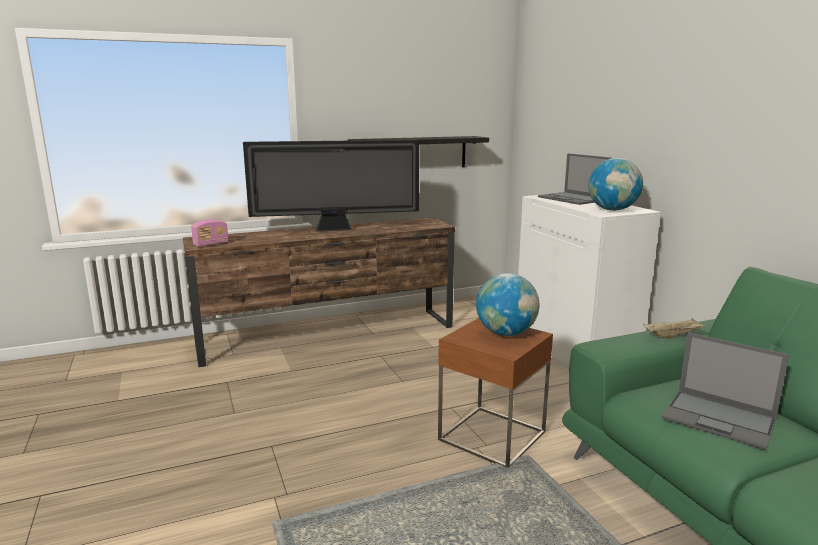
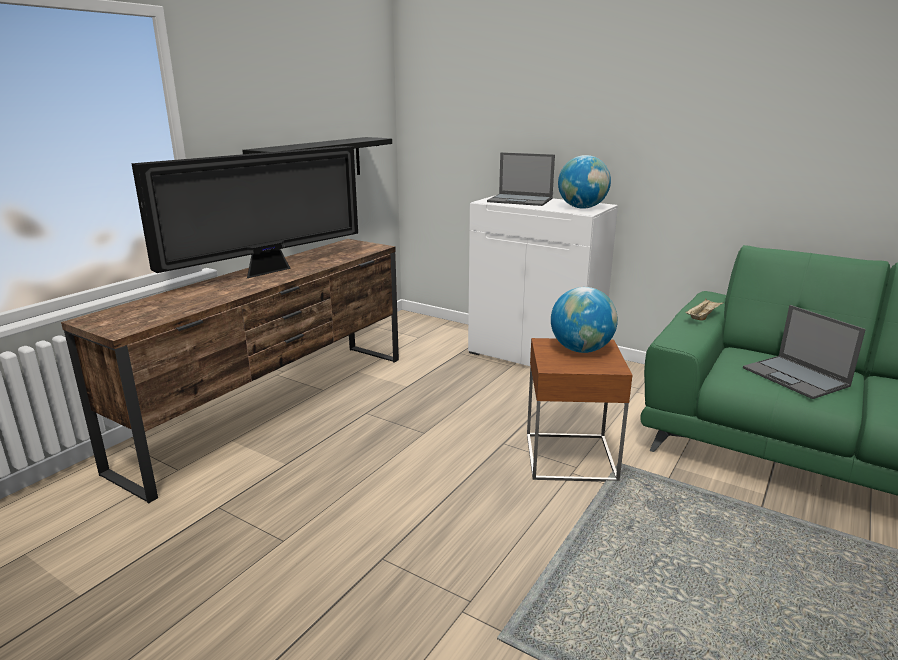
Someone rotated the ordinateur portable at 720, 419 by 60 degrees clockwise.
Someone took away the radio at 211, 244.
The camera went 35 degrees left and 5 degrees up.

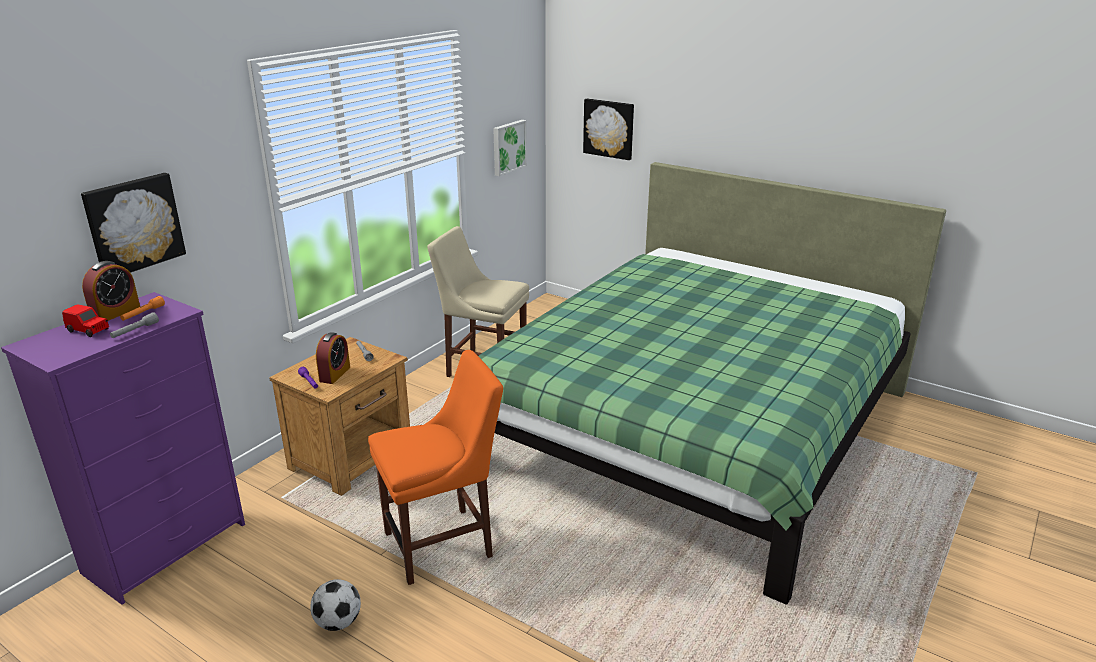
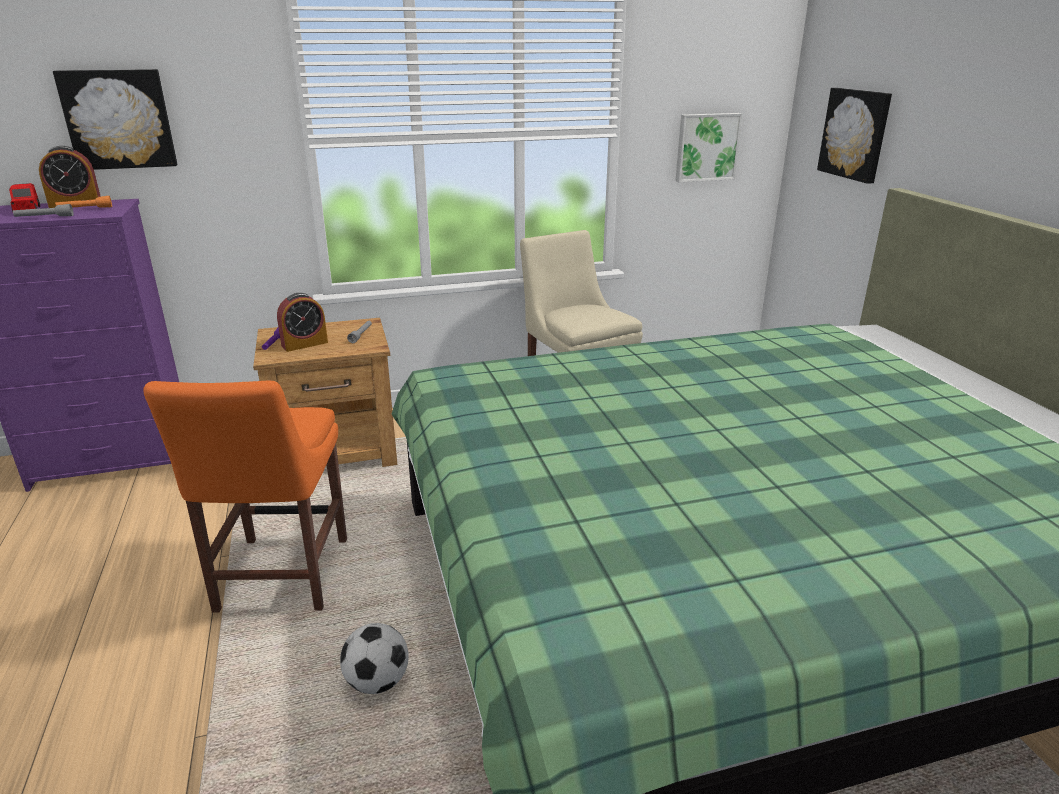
Someone rotated the chaise [orange] at 444, 543 by 75 degrees clockwise.
Someone carried the ballon de foot from 338, 622 to 377, 682.
The camera went 40 degrees right and 0 degrees up.

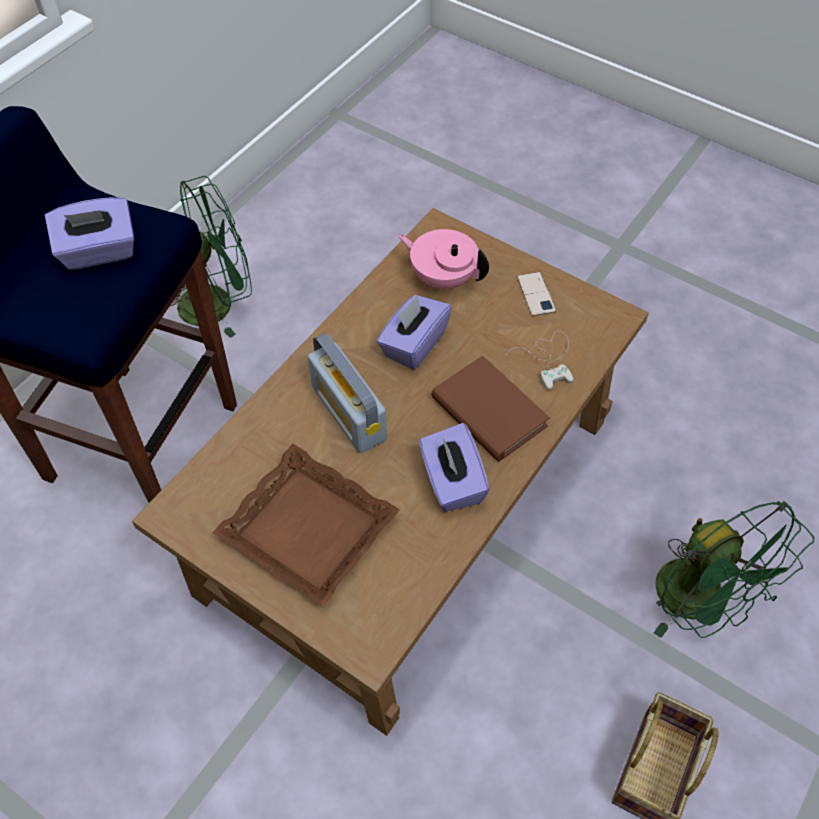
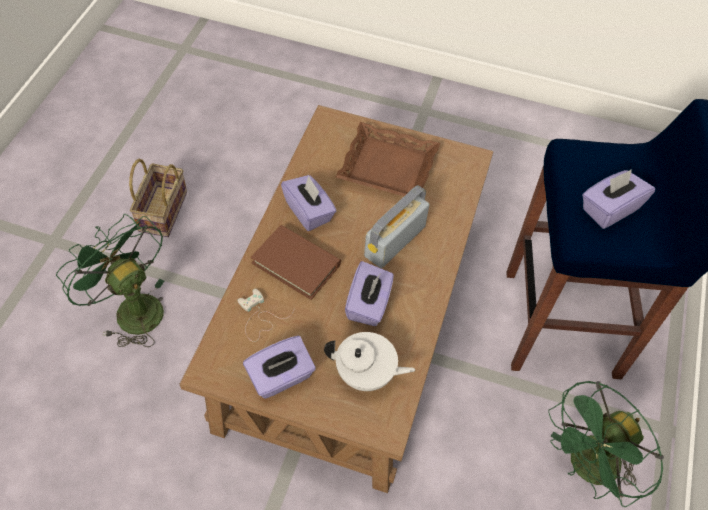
Someone swapped the téléphone at 536, 294 for the boîte à mouchoirs [violet] at 281, 377.
Someone repainted the théière [rose] at 442, 277, which became the théière [blanc] at 366, 374.
Someone rotated the radio at 348, 413 by 90 degrees counterclockwise.
The camera went 160 degrees right and 0 degrees up.

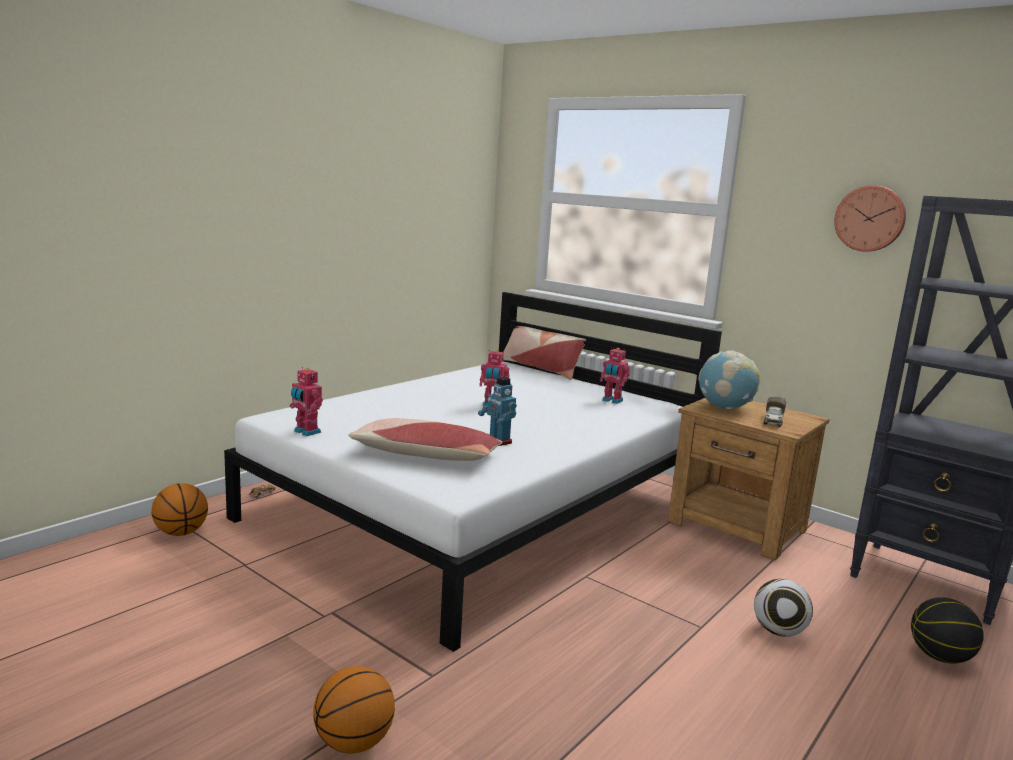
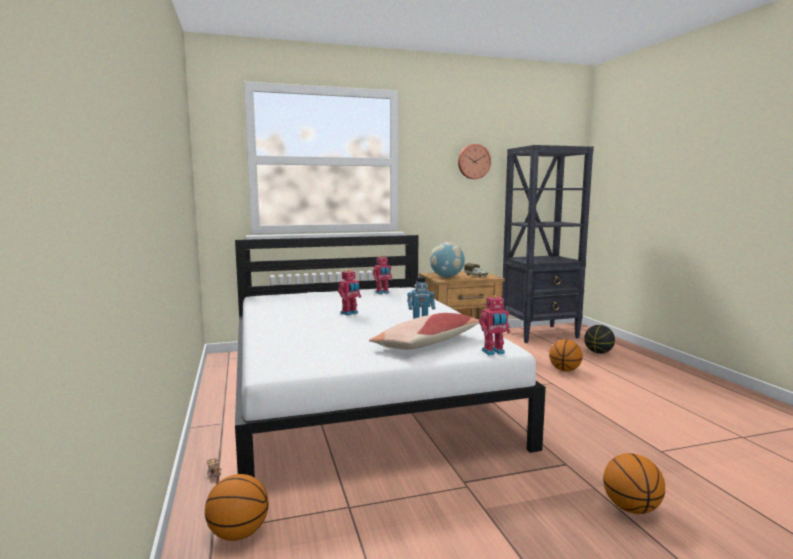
Someone carried the robot jouet from 306, 432 to 494, 352.
Someone swapped the ballon de foot at 779, 631 for the ballon de basket at 565, 370.
Someone took away the coussin at 540, 368.
The camera went 55 degrees left and 5 degrees down.

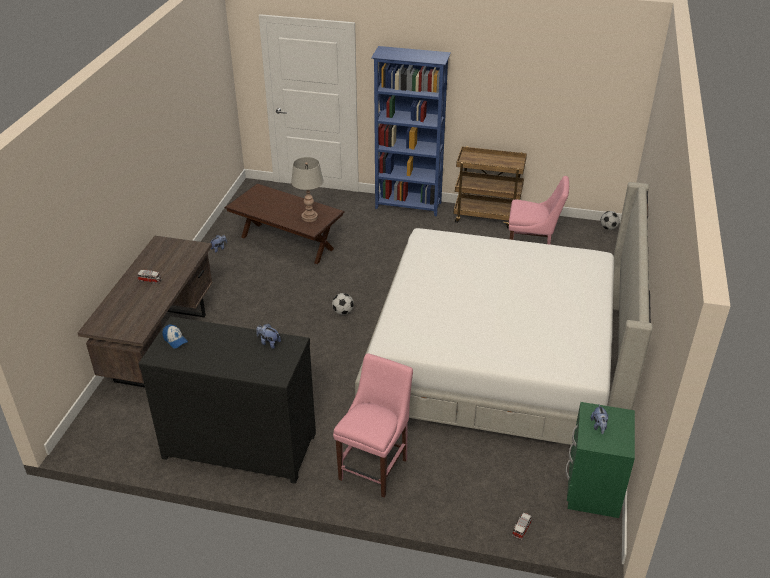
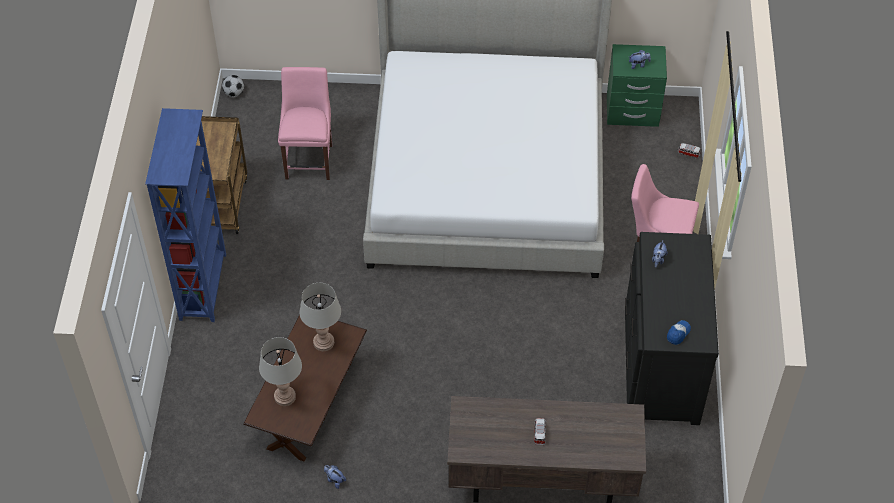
Someone put down the lampe de table [gris] at 285, 397.
Someone took away the ballon de foot at 343, 312.
The camera went 100 degrees left and 15 degrees up.

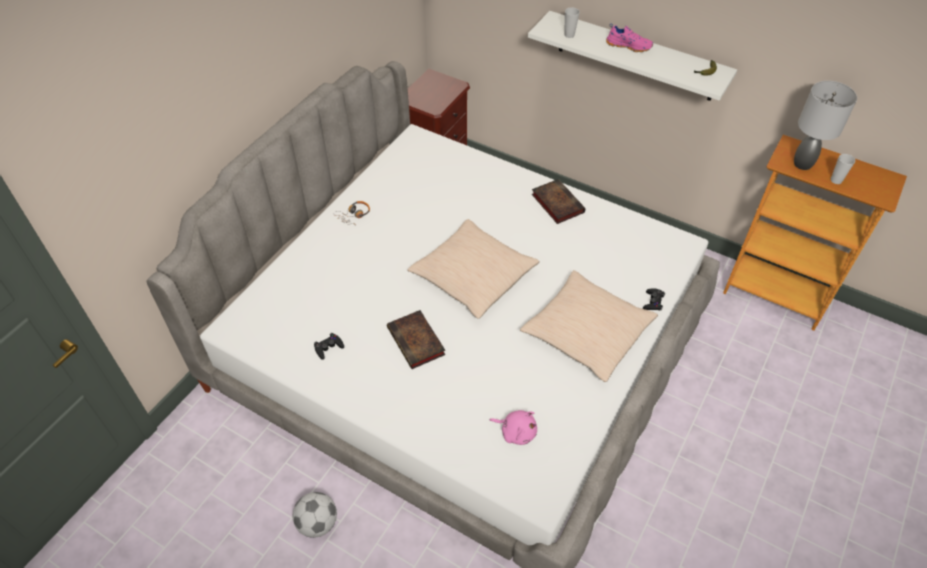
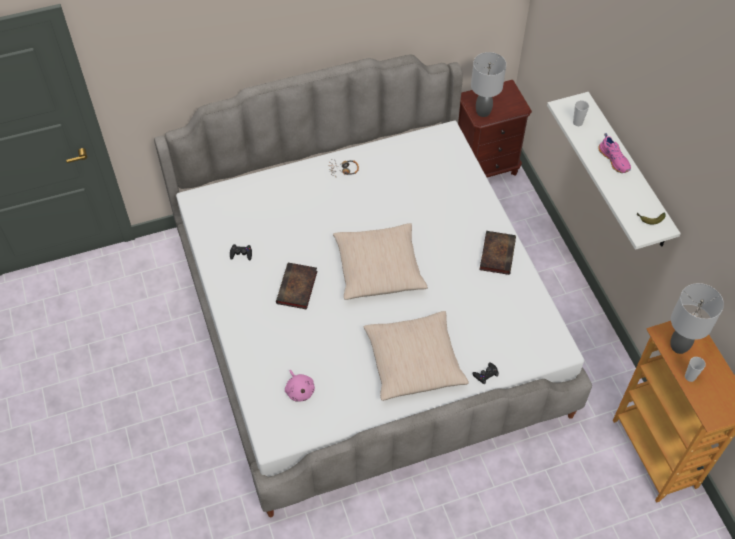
Someone put down the lampe de table [gris] at 482, 112.
Someone took away the ballon de foot at 317, 523.
The camera went 40 degrees right and 5 degrees up.

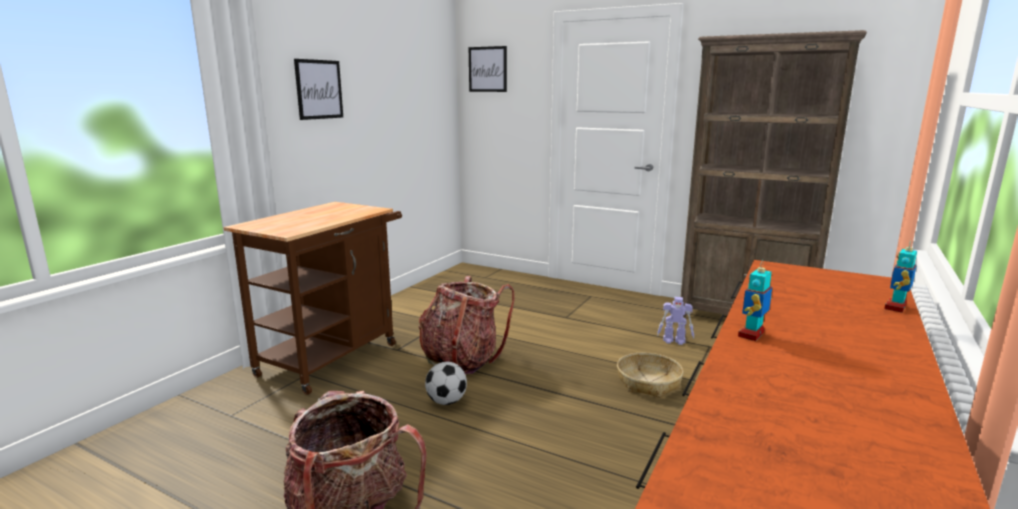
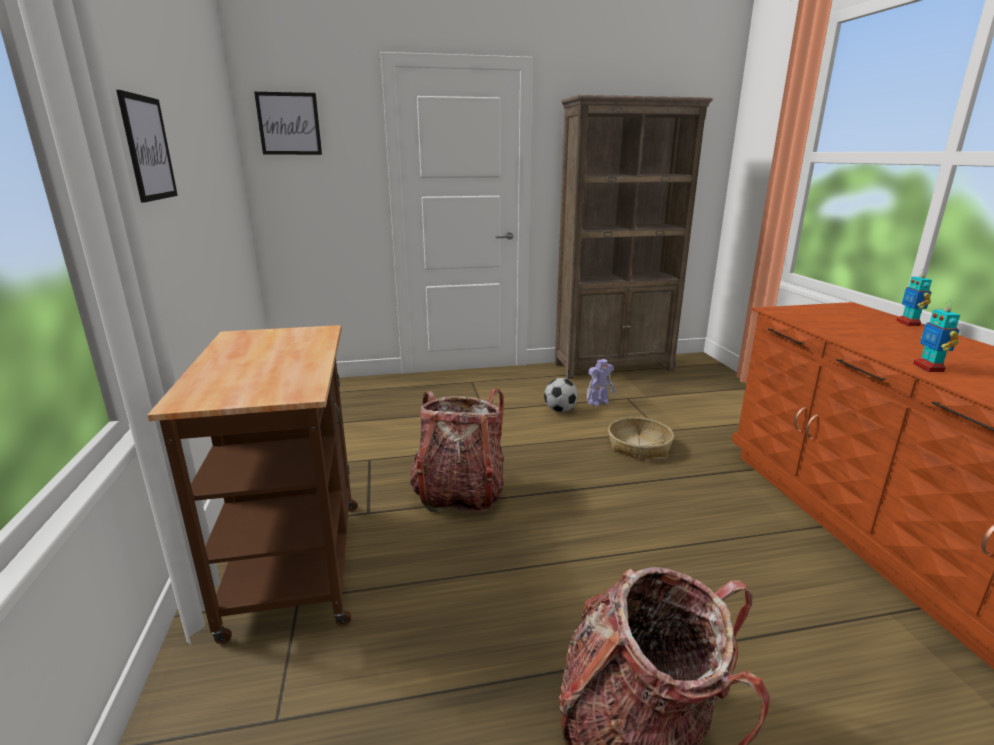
Someone carried the ballon de foot from 446, 401 to 560, 410.
The camera went 40 degrees left and 5 degrees up.

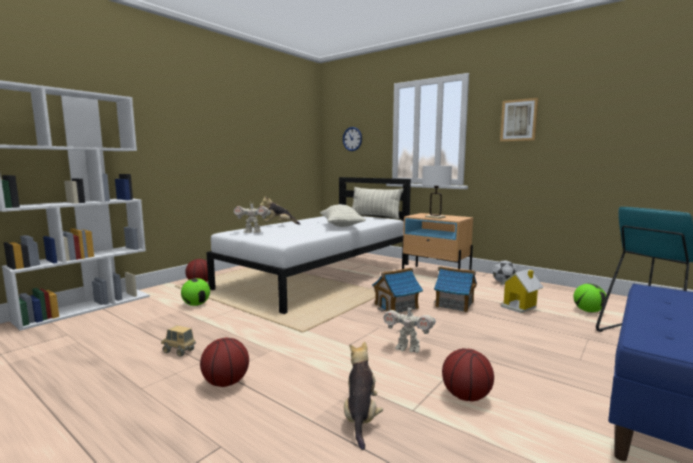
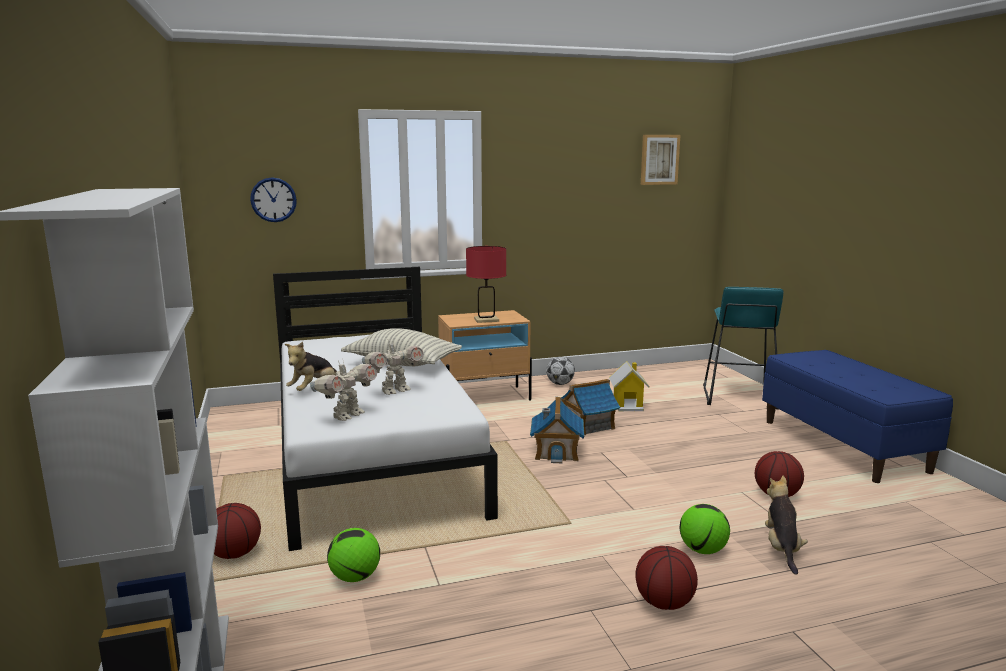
Someone carried the robot jouet from 408, 348 to 394, 391.
Someone repainted the lampe de table [blanc] at 435, 217, which became the lampe de table [rouge] at 486, 320.
Someone carried the tableau from 519, 120 to 659, 159.
Someone carried the ballon de foot from 588, 311 to 703, 550.
Someone rotated the peluche at 361, 417 by 60 degrees clockwise.
Someone took away the camion jouet at 179, 351.
Someone took away the coussin at 375, 217.
The camera went 55 degrees left and 5 degrees up.

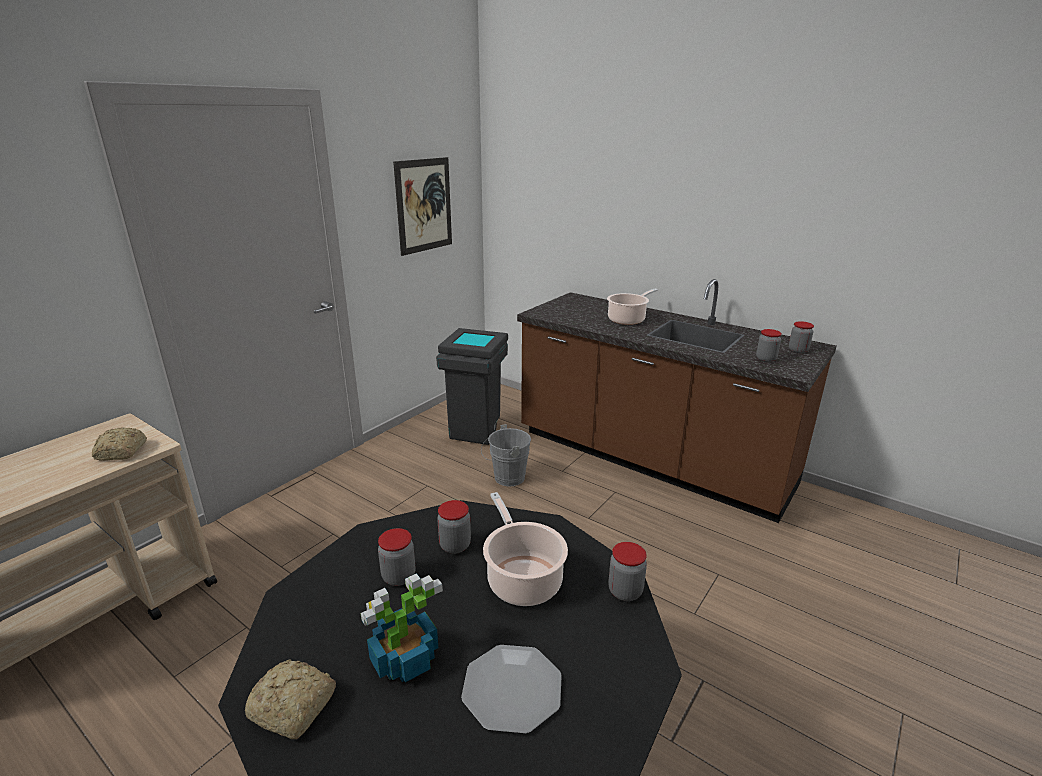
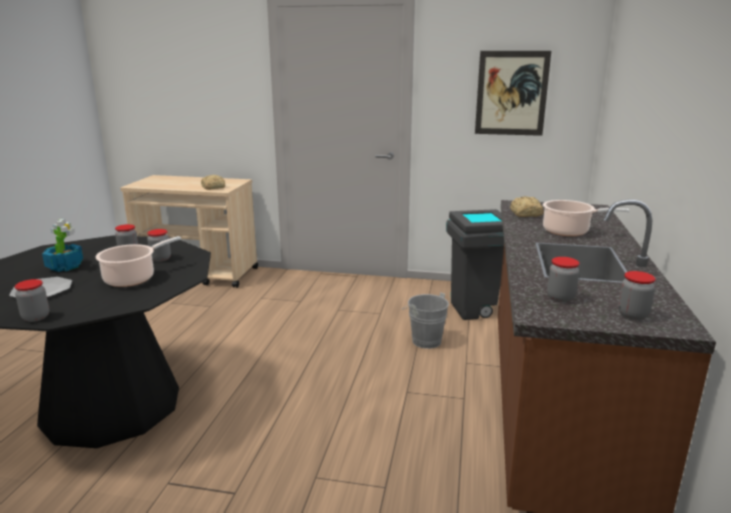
Someone carried the bocal from 625, 591 to 36, 317.
Someone carried the pain from 293, 709 to 525, 214.
The camera went 65 degrees right and 5 degrees down.

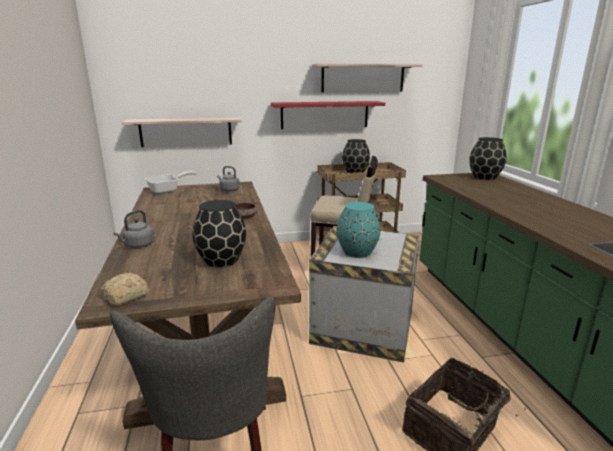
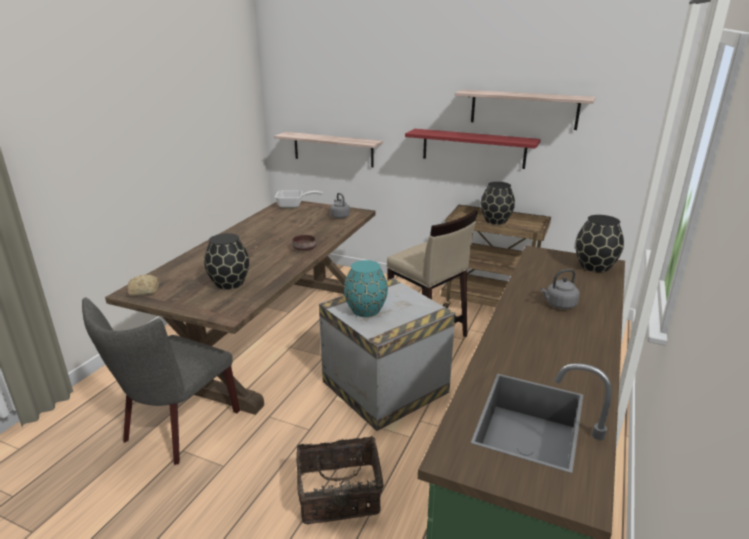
Someone carried the bouilloire [gris] from 138, 245 to 559, 305.
The camera went 35 degrees right and 5 degrees up.

